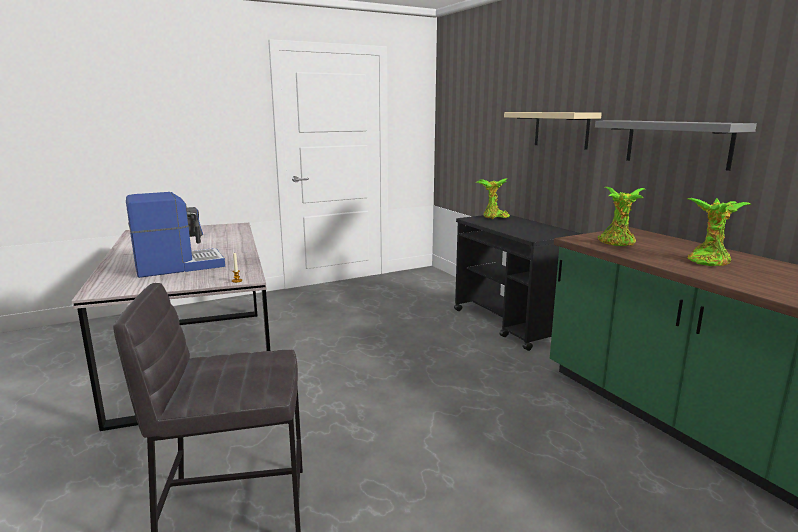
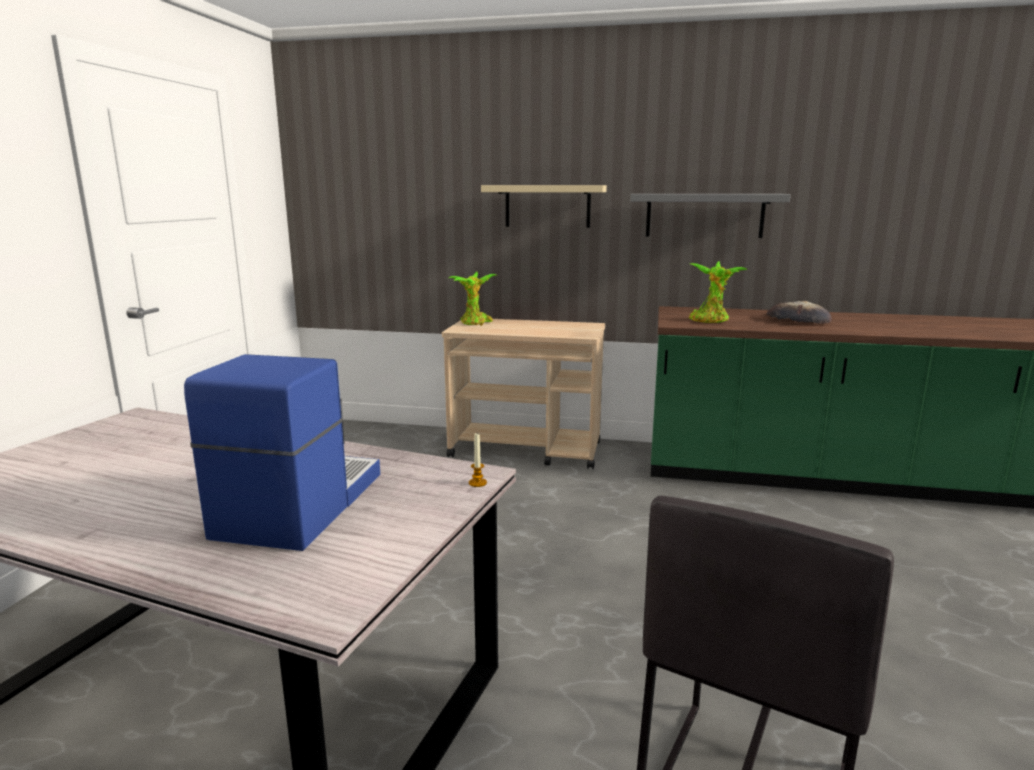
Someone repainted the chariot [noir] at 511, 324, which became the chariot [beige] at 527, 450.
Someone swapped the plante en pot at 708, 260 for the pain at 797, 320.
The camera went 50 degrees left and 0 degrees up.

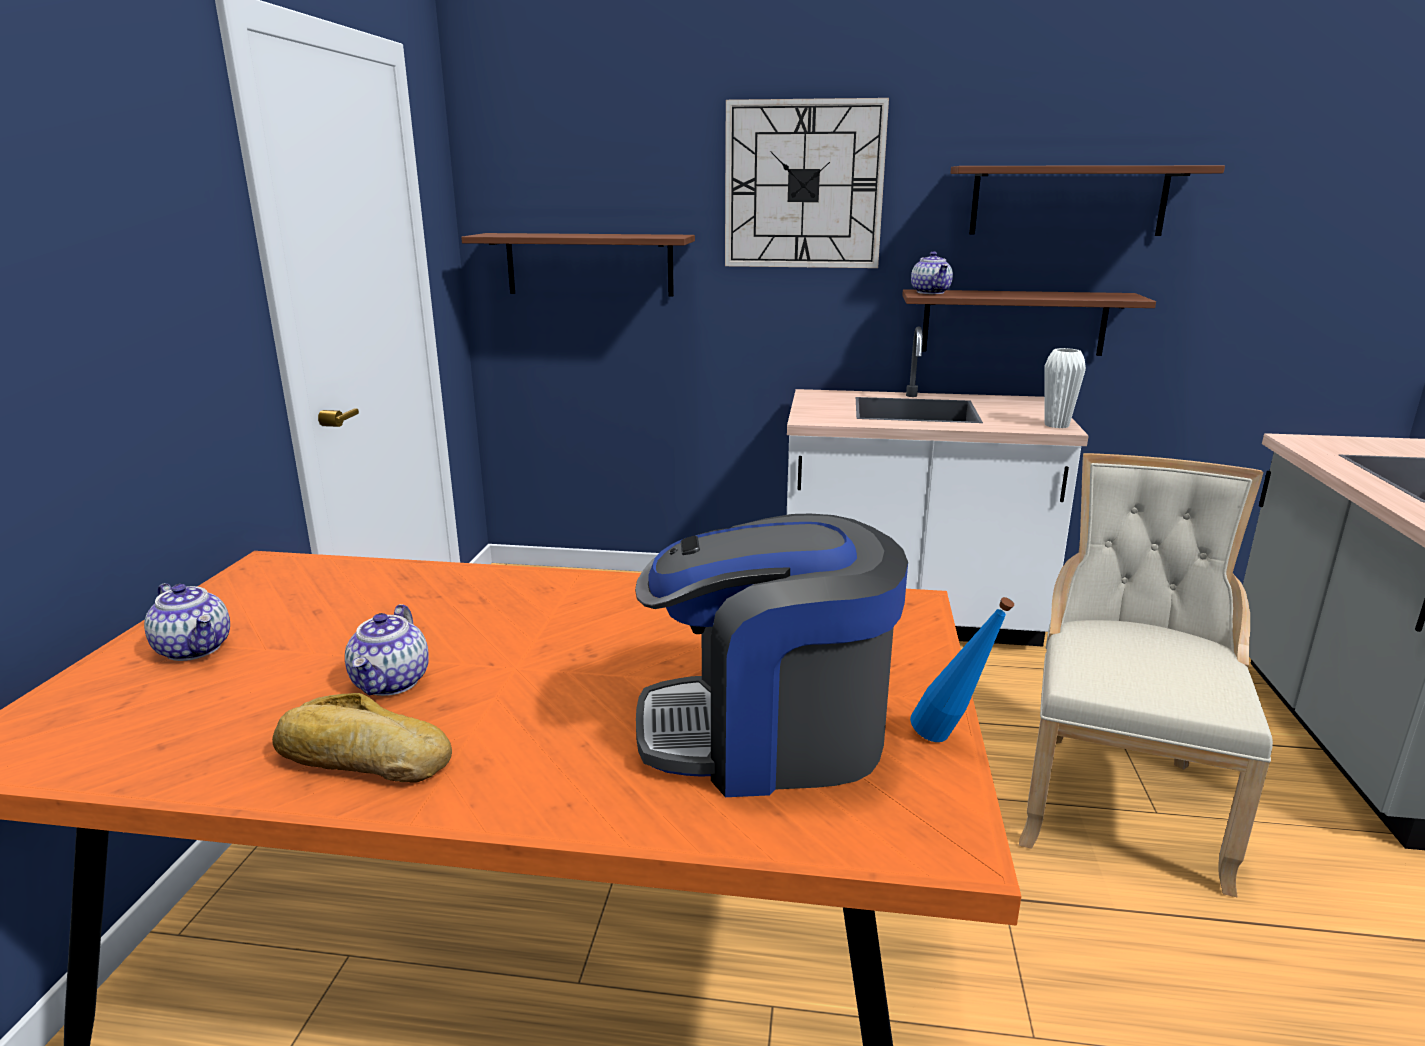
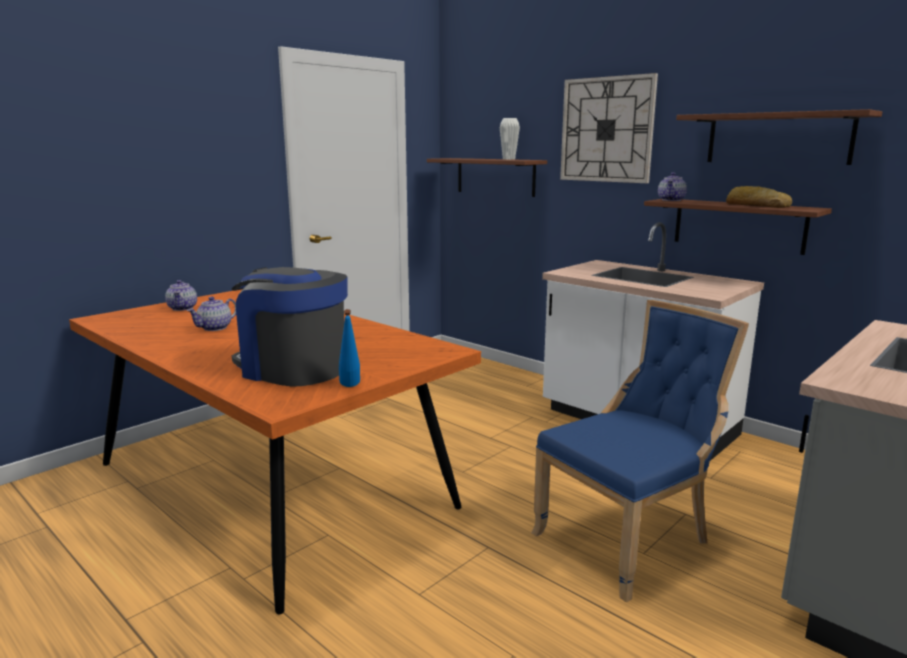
Someone carried the vase [blanc] from 1056, 425 to 508, 159.
Someone repainted the chaise [beige] at 1119, 799, which became the chaise [bleu] at 629, 539.
Someone carried the pain from 361, 759 to 756, 206.
The camera went 35 degrees right and 5 degrees down.

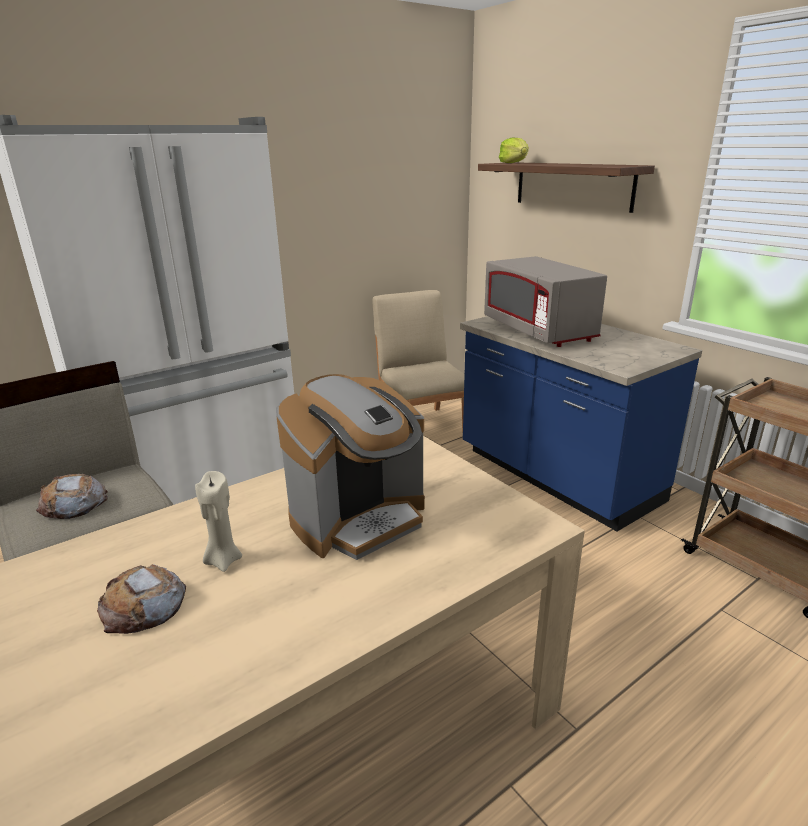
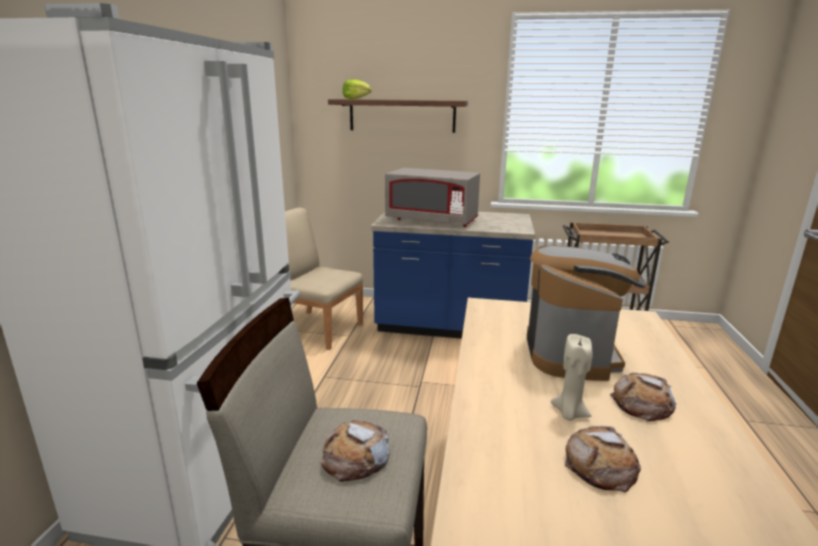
Someone put down the pain at 642, 403.
The camera went 45 degrees left and 5 degrees down.

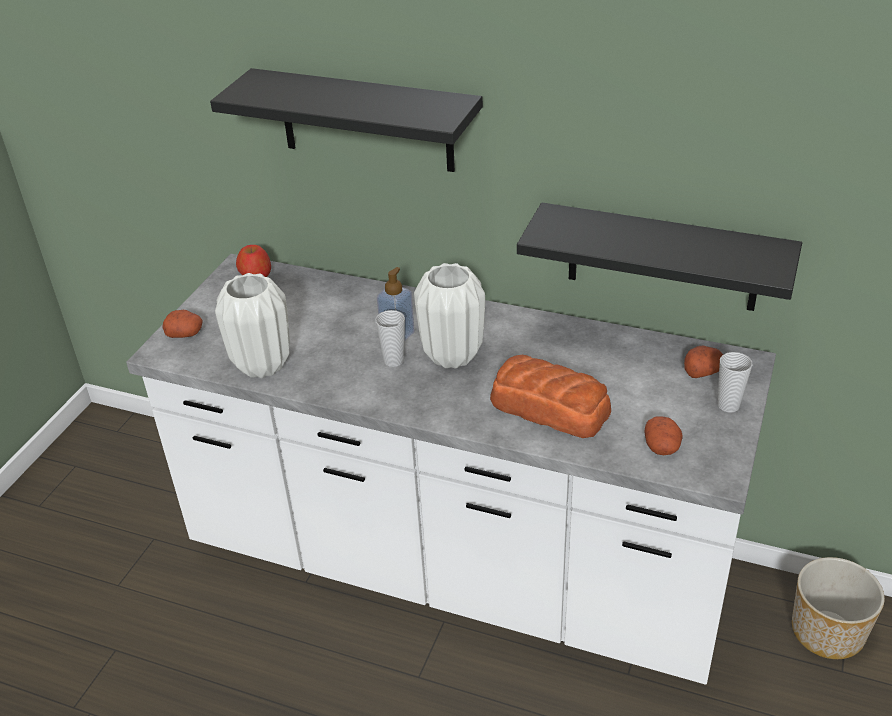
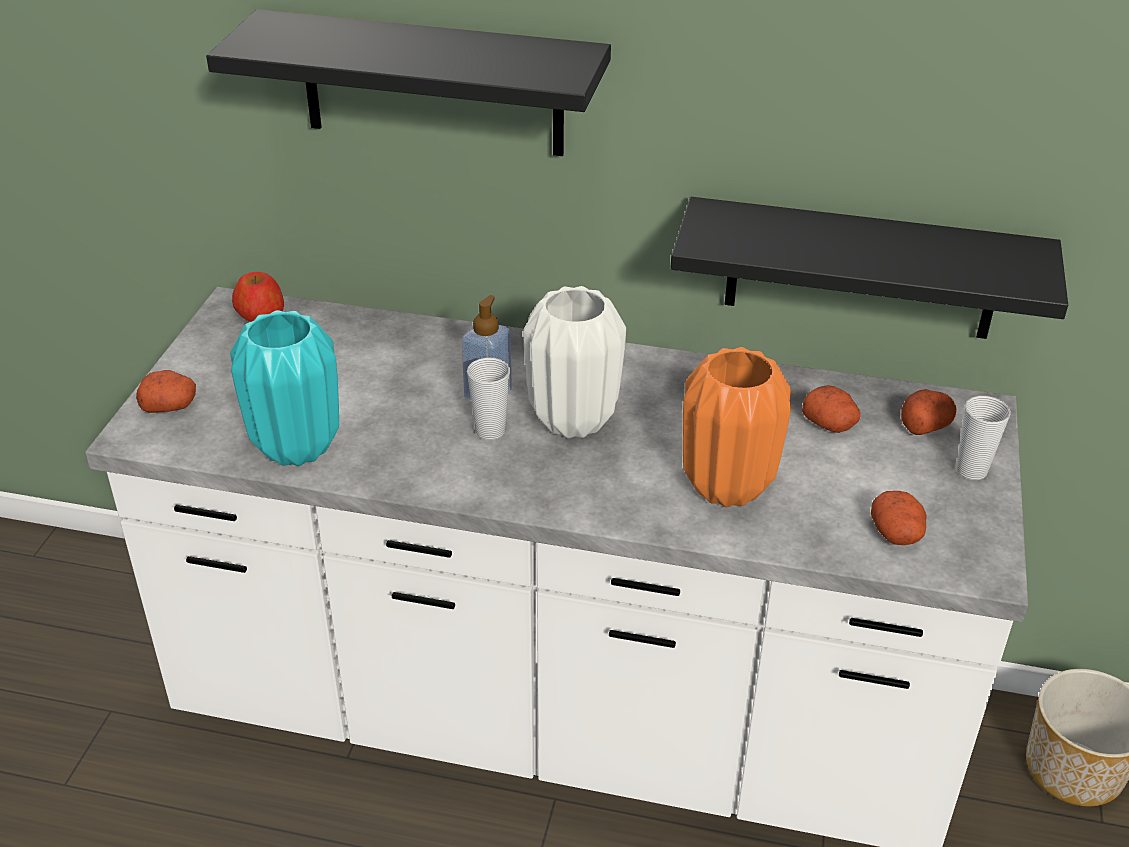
Someone repainted the vase [blanc] at 262, 366, which became the vase [turquoise] at 296, 448.
Someone swapped the pain at 548, 407 for the vase [orange] at 726, 486.
Someone put down the pomme de terre at 830, 424.
The camera went 10 degrees left and 0 degrees up.

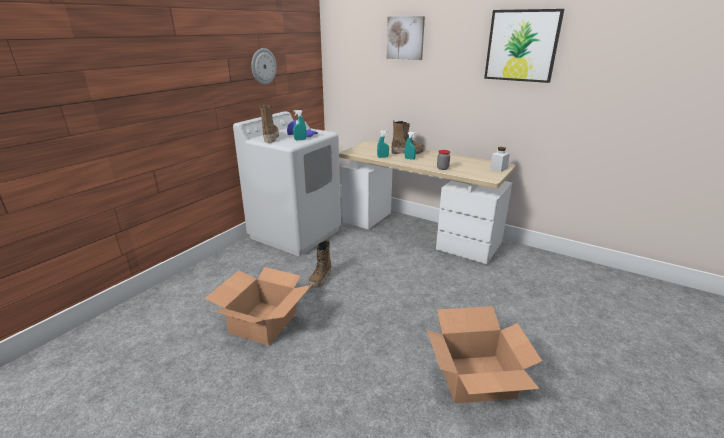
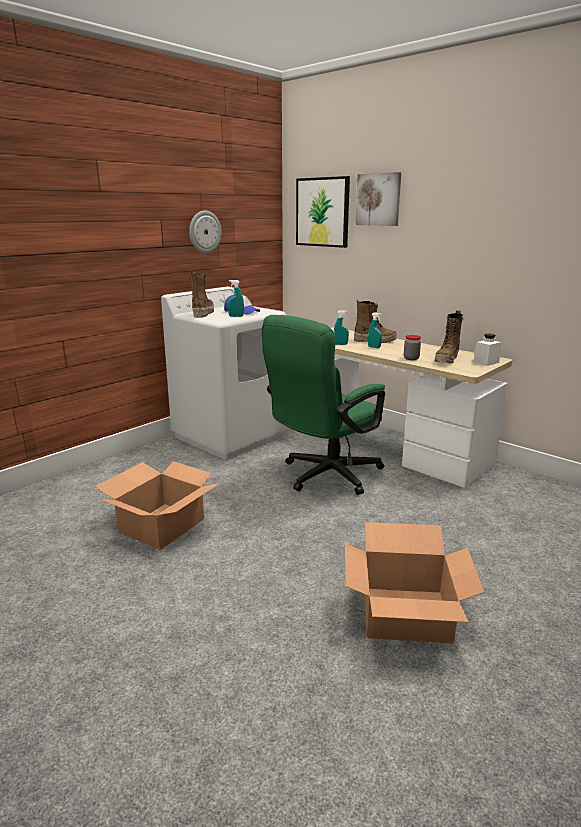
Someone put down the chaise de bureau [vert] at 324, 476.
Someone carried the tableau from 522, 46 to 322, 212.
Someone carried the botte from 320, 279 to 447, 360.
The camera went 10 degrees right and 5 degrees down.

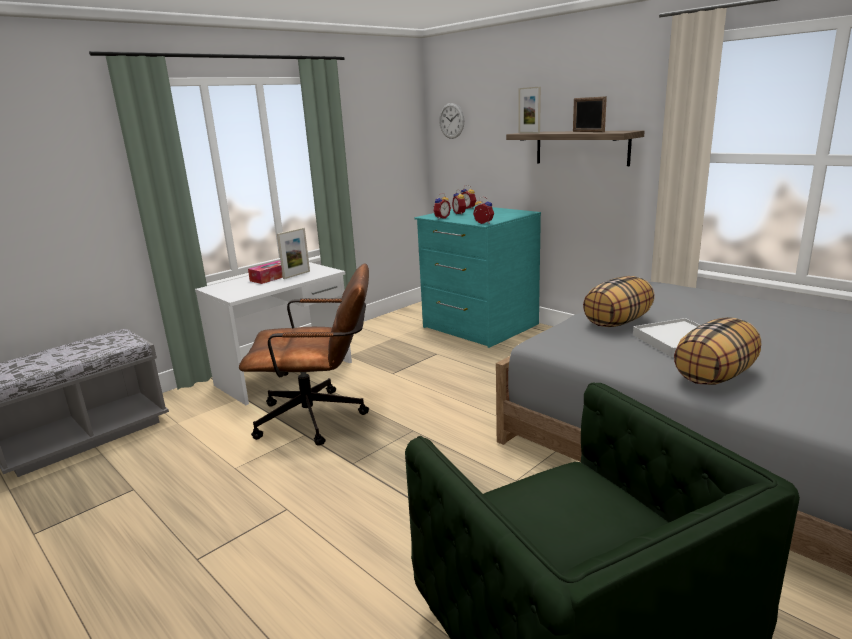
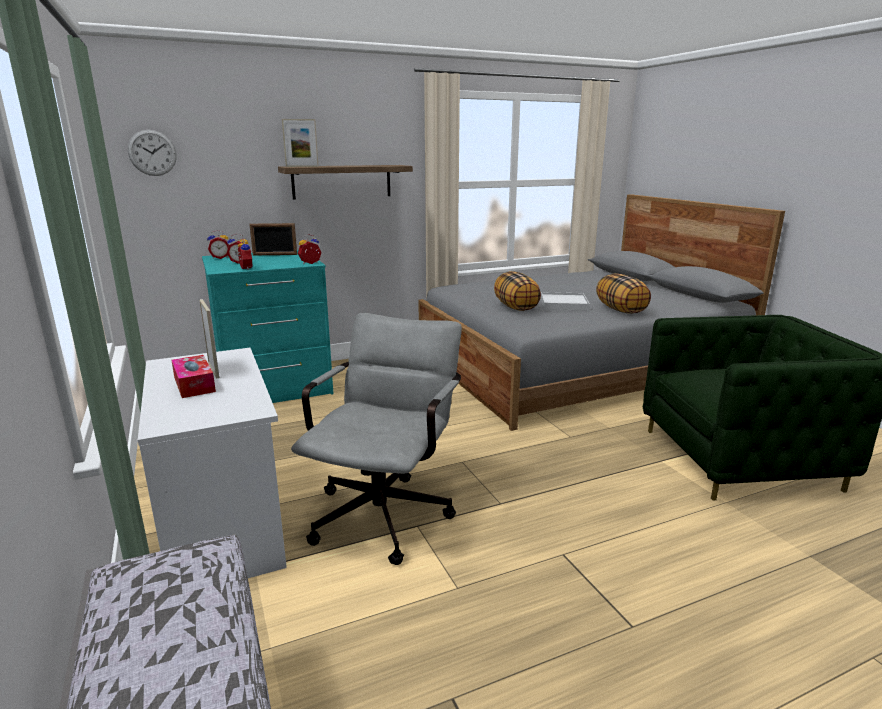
Someone carried the cadre photo from 588, 131 to 275, 255.
Someone repainted the chaise de bureau [marron] at 320, 418, which became the chaise de bureau [gris] at 386, 510.
The camera went 70 degrees left and 0 degrees up.

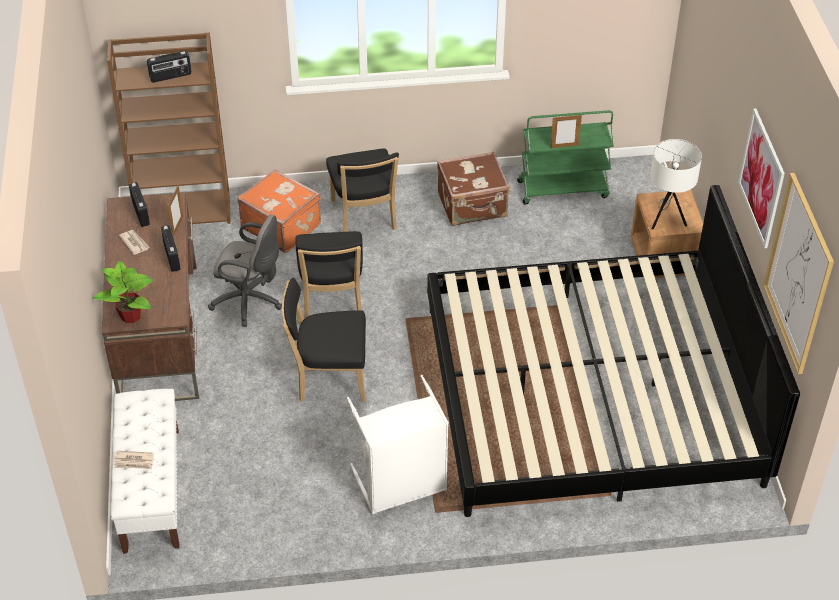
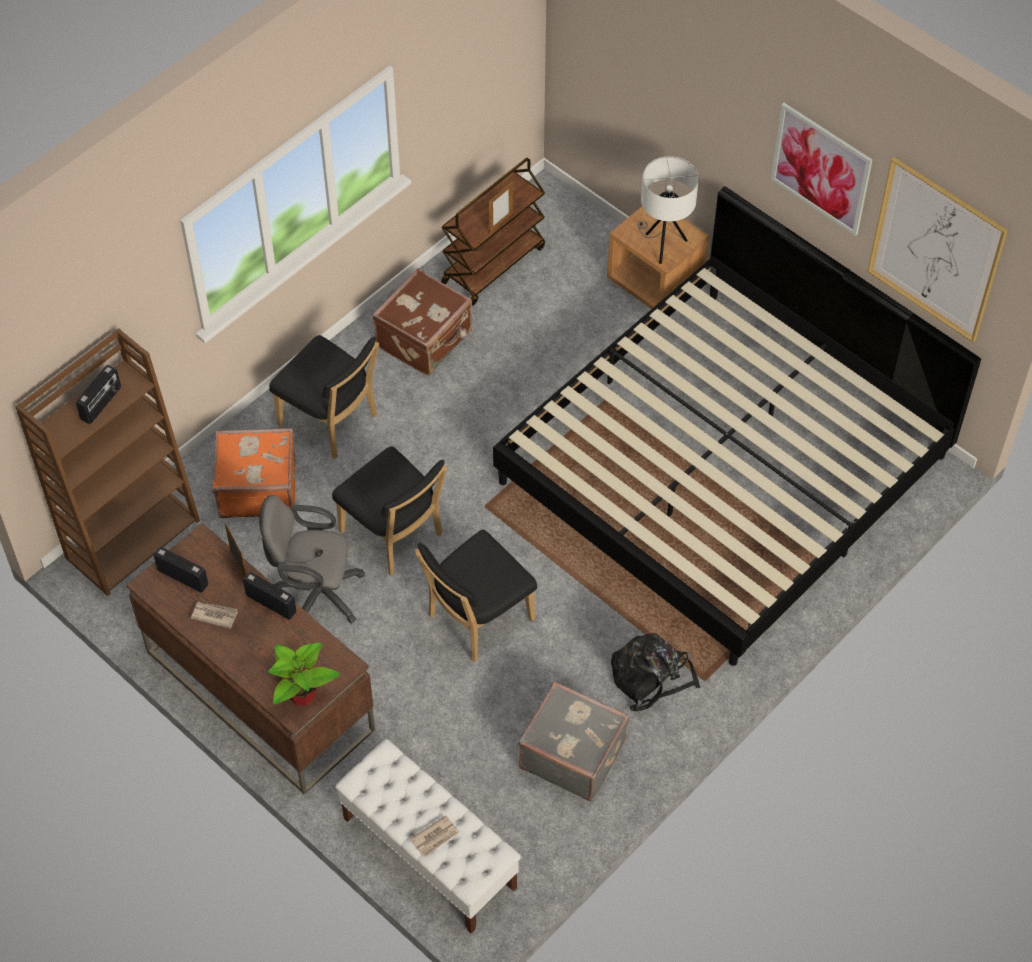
Someone rotated the chaise de bureau [gris] at 250, 302 by 150 degrees counterclockwise.
Someone repainted the chariot [vert] at 563, 189, which became the chariot [marron] at 493, 264.
Someone put down the valise [gris] at 572, 754.
Someone swapped the panier à linge [blanc] at 401, 486 for the sac à dos [noir] at 651, 678.
The camera went 40 degrees left and 10 degrees up.

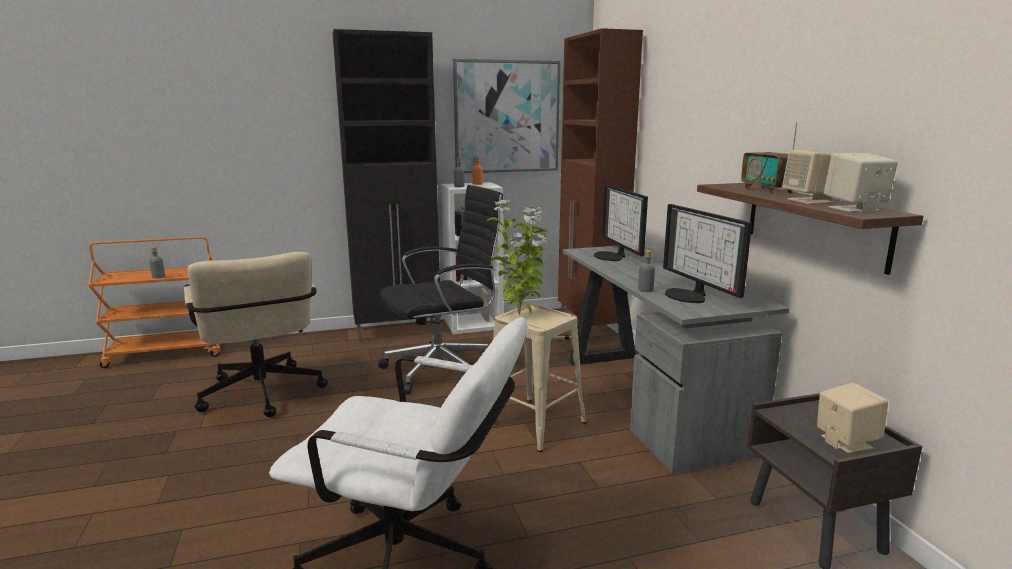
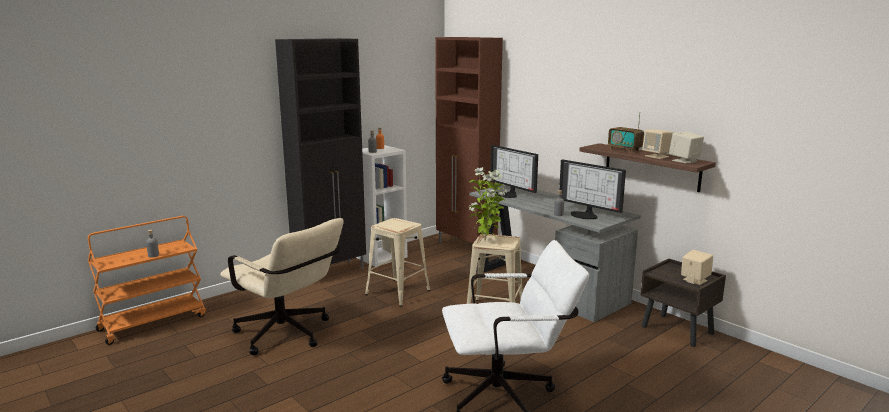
Someone swapped the chaise de bureau [noir] at 443, 369 for the tabouret [beige] at 398, 292.
Someone took away the tableau at 507, 117.
The camera went 25 degrees left and 0 degrees up.

